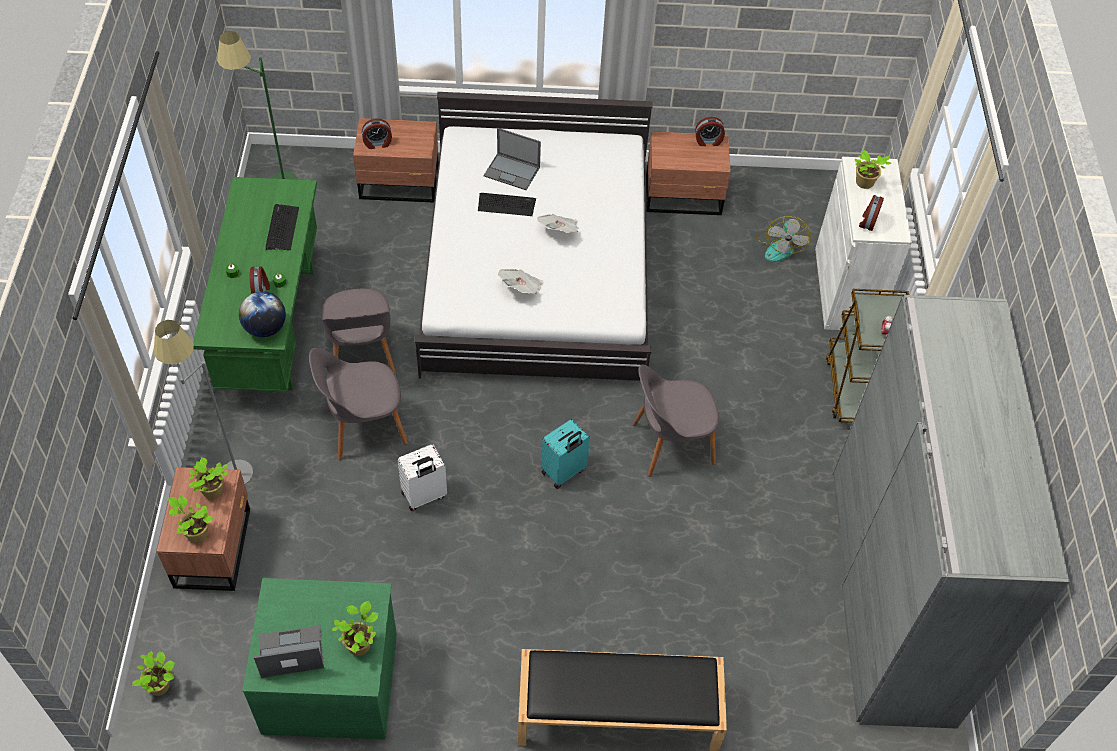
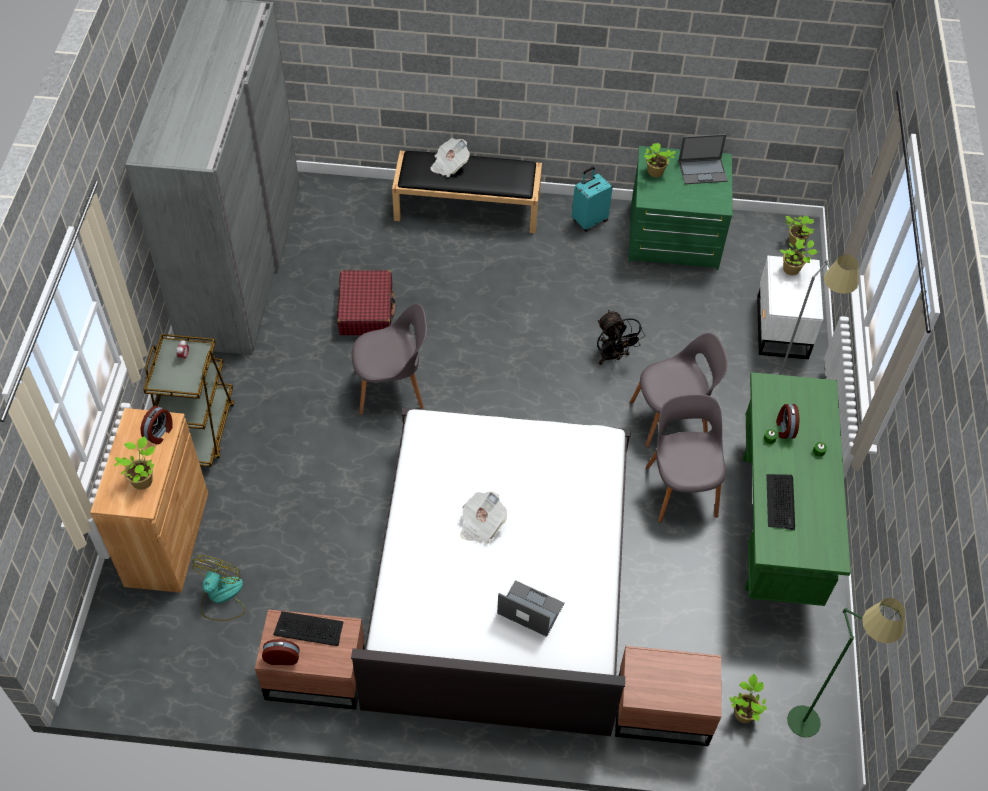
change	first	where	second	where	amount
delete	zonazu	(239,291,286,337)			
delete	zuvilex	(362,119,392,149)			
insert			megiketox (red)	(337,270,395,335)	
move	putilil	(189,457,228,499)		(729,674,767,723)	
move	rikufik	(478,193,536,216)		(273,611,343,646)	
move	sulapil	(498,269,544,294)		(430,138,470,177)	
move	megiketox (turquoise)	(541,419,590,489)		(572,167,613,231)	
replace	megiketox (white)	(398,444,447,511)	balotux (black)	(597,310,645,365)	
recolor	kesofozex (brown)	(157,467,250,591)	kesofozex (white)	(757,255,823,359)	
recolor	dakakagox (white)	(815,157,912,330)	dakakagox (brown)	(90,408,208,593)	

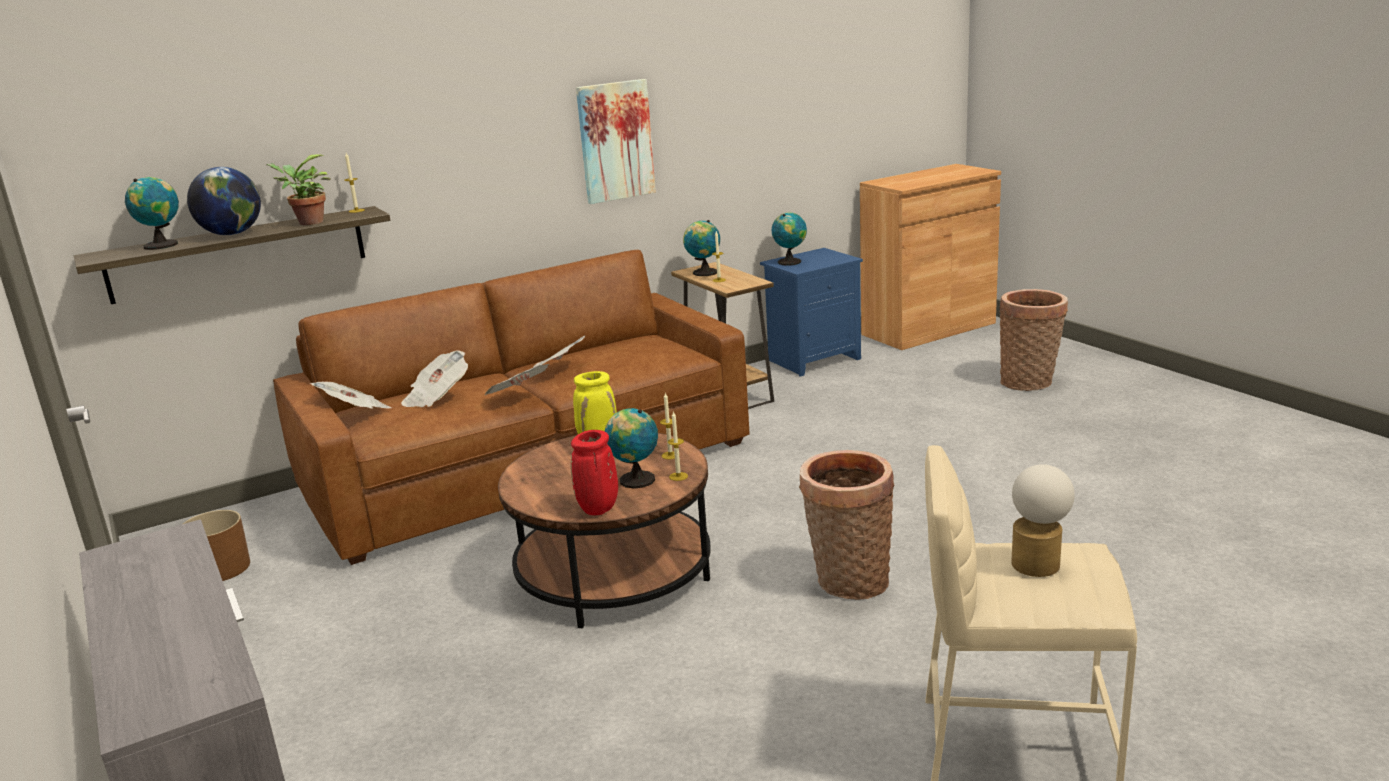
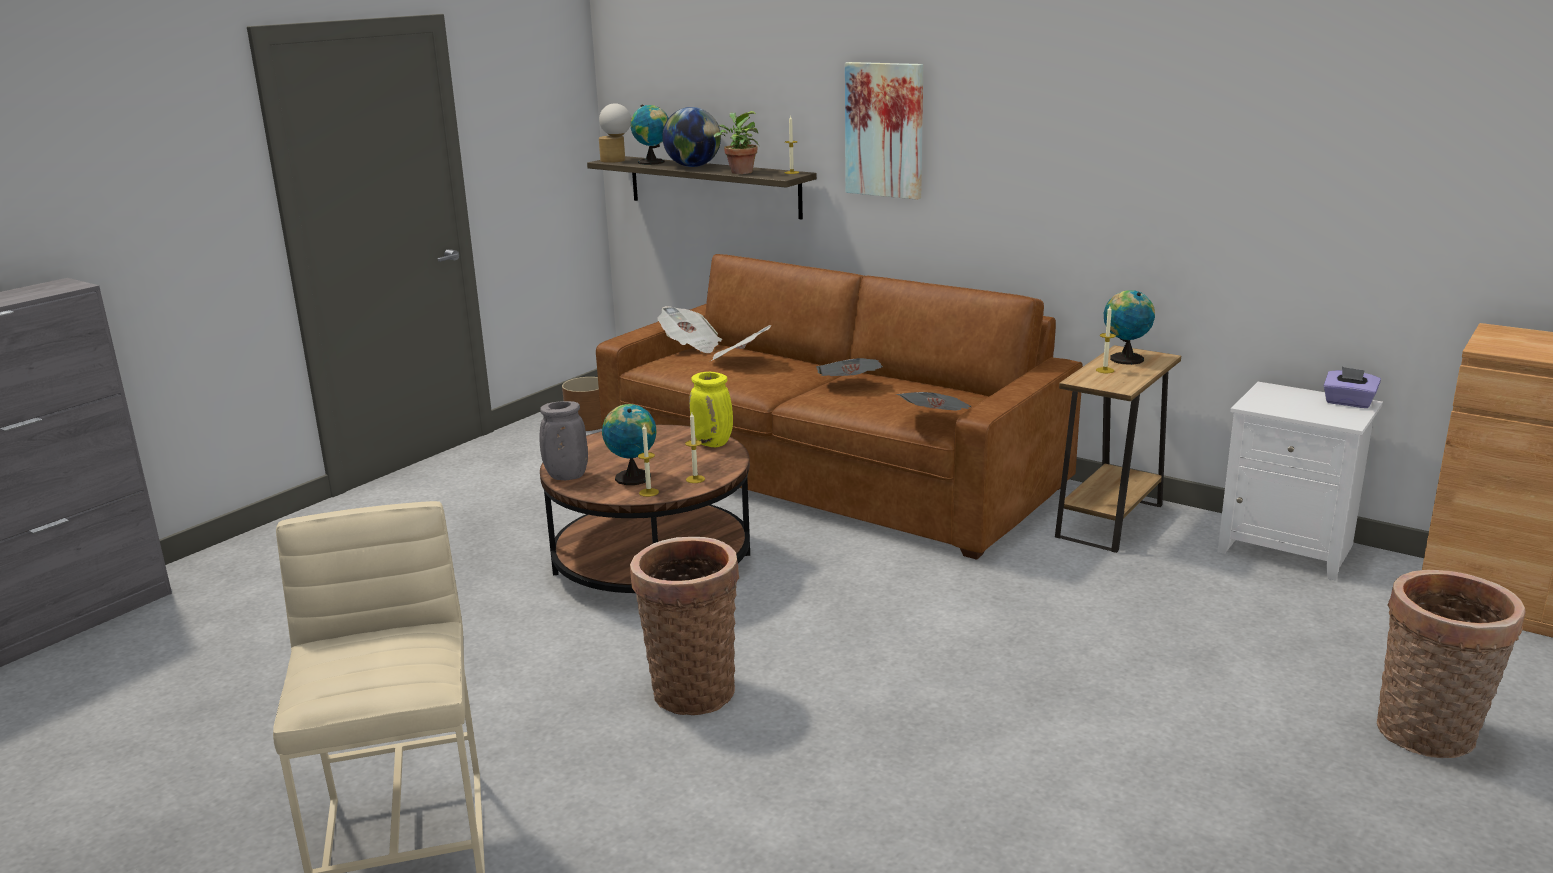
change	first	where	second	where	amount
delete	zonazu	(772,213,807,266)			
insert			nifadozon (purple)	(1323,367,1381,408)	
move	sulapil	(485,364,549,395)		(896,392,971,410)	
move	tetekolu	(576,79,656,204)		(845,62,923,200)	
move	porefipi	(1011,464,1075,577)		(599,103,631,163)	
recolor	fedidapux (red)	(570,430,618,515)	fedidapux (grey)	(539,401,588,480)	
recolor	kesofozex (blue)	(760,248,863,377)	kesofozex (white)	(1218,382,1383,581)	

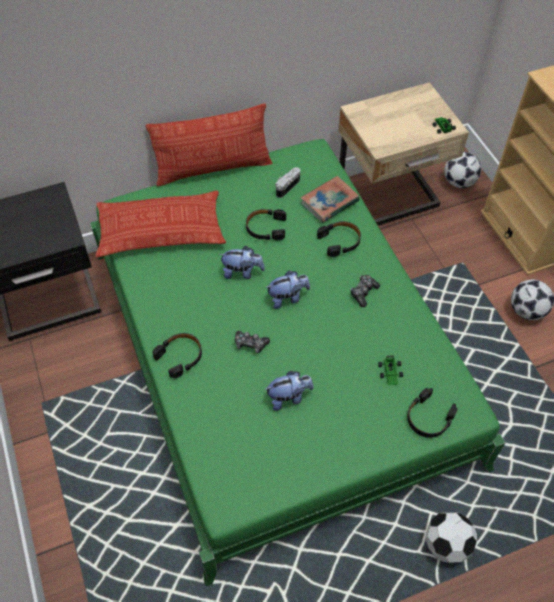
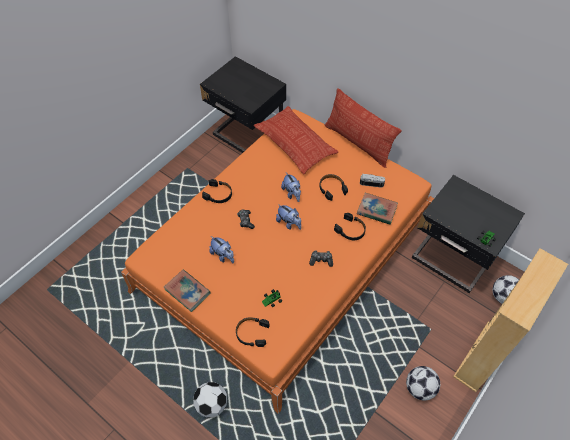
change	first	where	second	where	amount
insert			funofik	(164,270,211,312)	
recolor	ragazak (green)	(90,139,506,586)	ragazak (orange)	(121,109,434,414)	
recolor	kesofozex (beige)	(338,82,469,225)	kesofozex (black)	(412,175,525,293)	

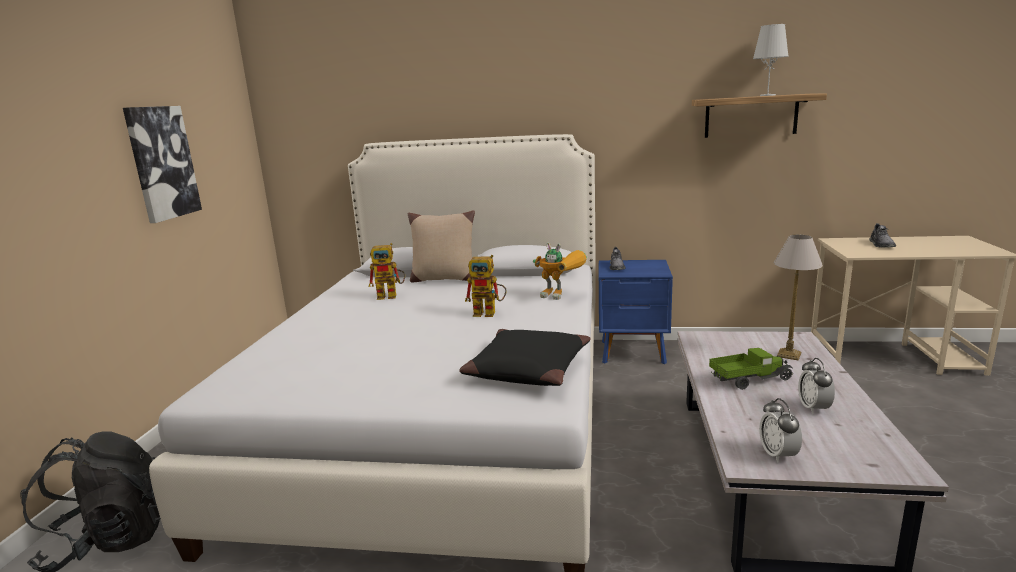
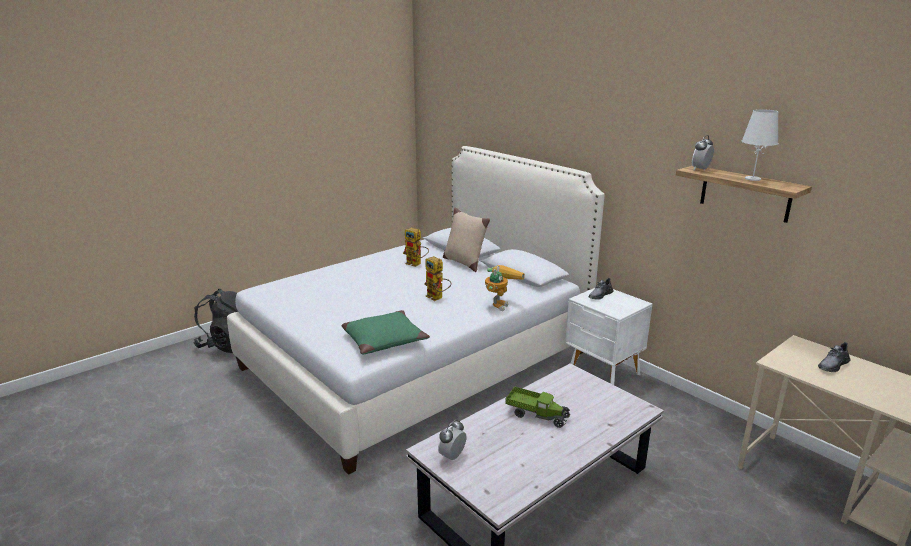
change	first	where	second	where	amount
delete	tetekolu	(123,106,202,223)			
delete	porefipi	(774,235,823,361)			
move	zuvilex	(798,358,835,414)		(692,135,714,170)	
recolor	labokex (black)	(459,329,591,386)	labokex (green)	(342,310,430,355)	
recolor	kesofozex (blue)	(599,260,673,364)	kesofozex (white)	(565,288,653,385)	
rotate	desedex	(533,243,587,300)		(485,265,525,311)	135 degrees counterclockwise

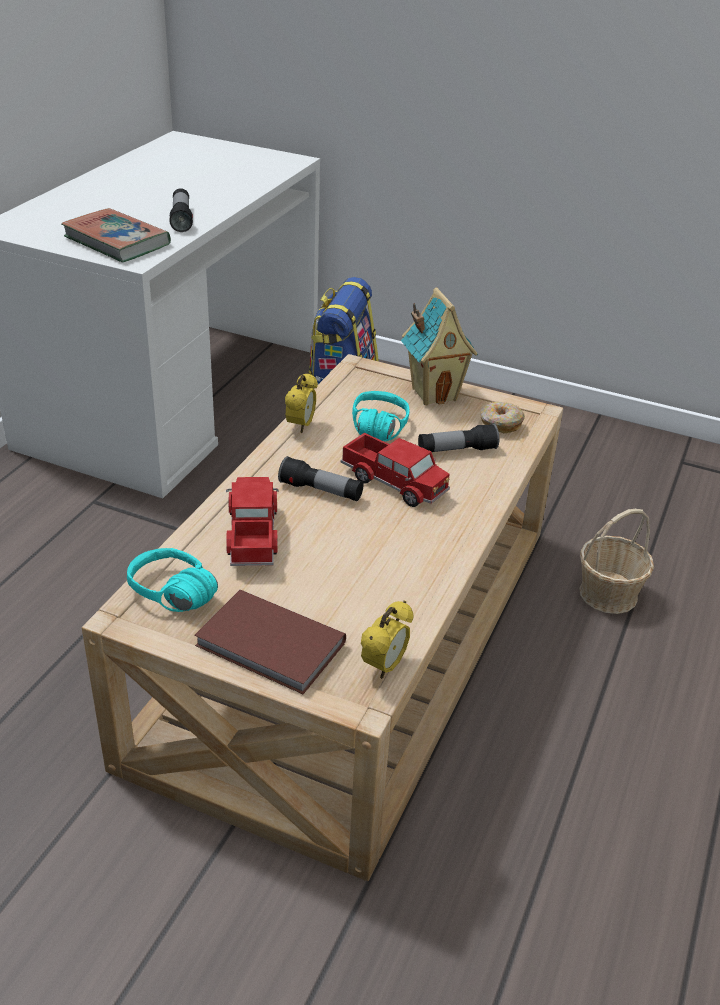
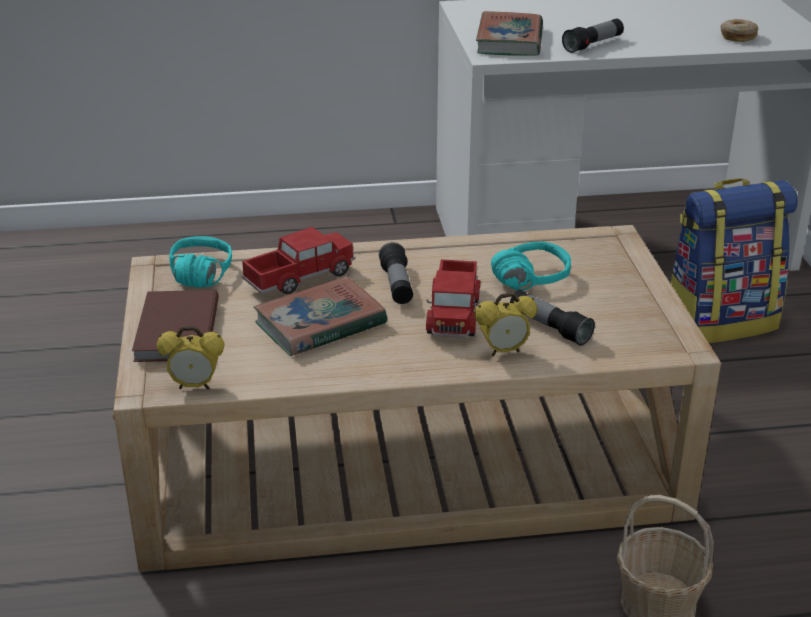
change	first	where	second	where	amount
delete	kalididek	(401,287,478,406)			
insert			funofik	(254,276,387,356)	
move	zuvilex	(285,373,318,433)		(474,292,537,356)	
move	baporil	(480,402,525,433)		(720,19,758,42)	

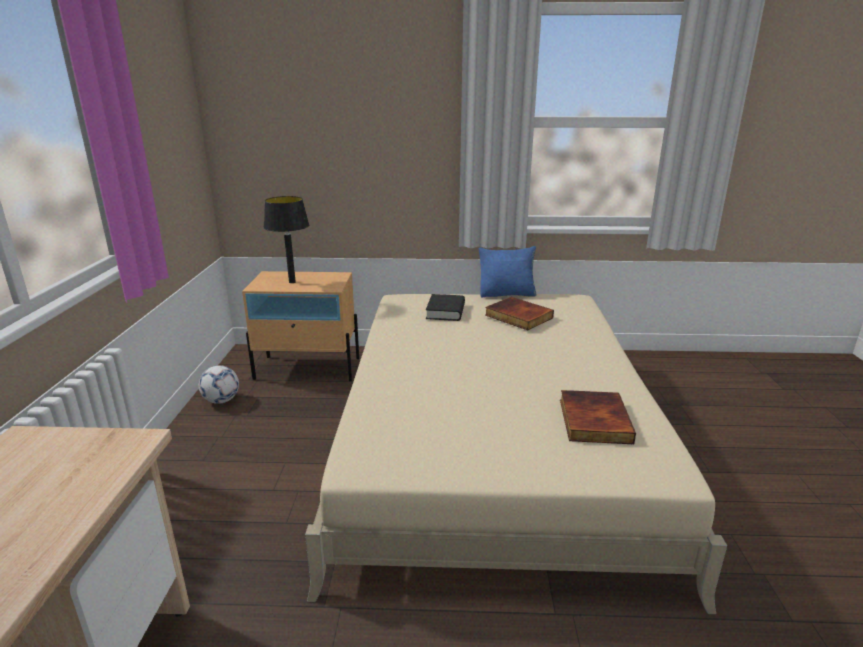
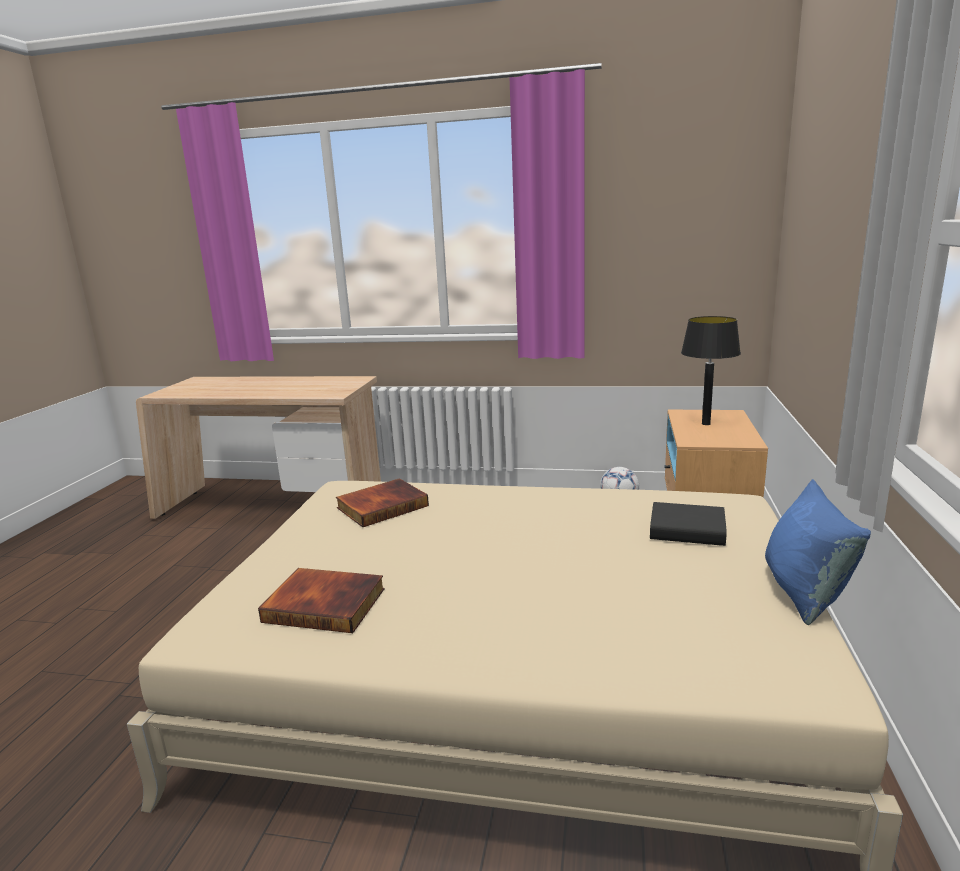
change	first	where	second	where	amount
move	funofik	(485,297,554,330)		(336,478,429,527)	

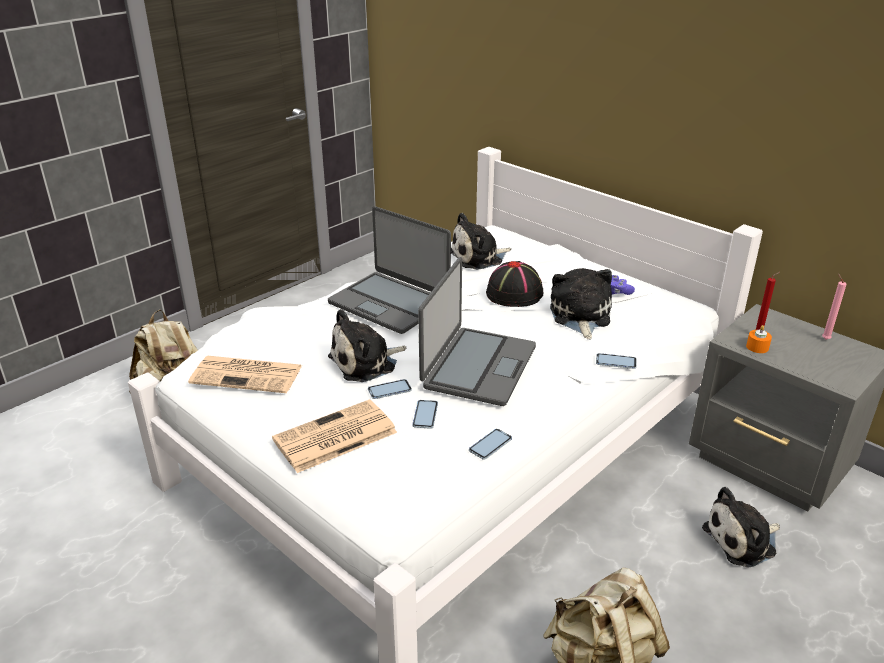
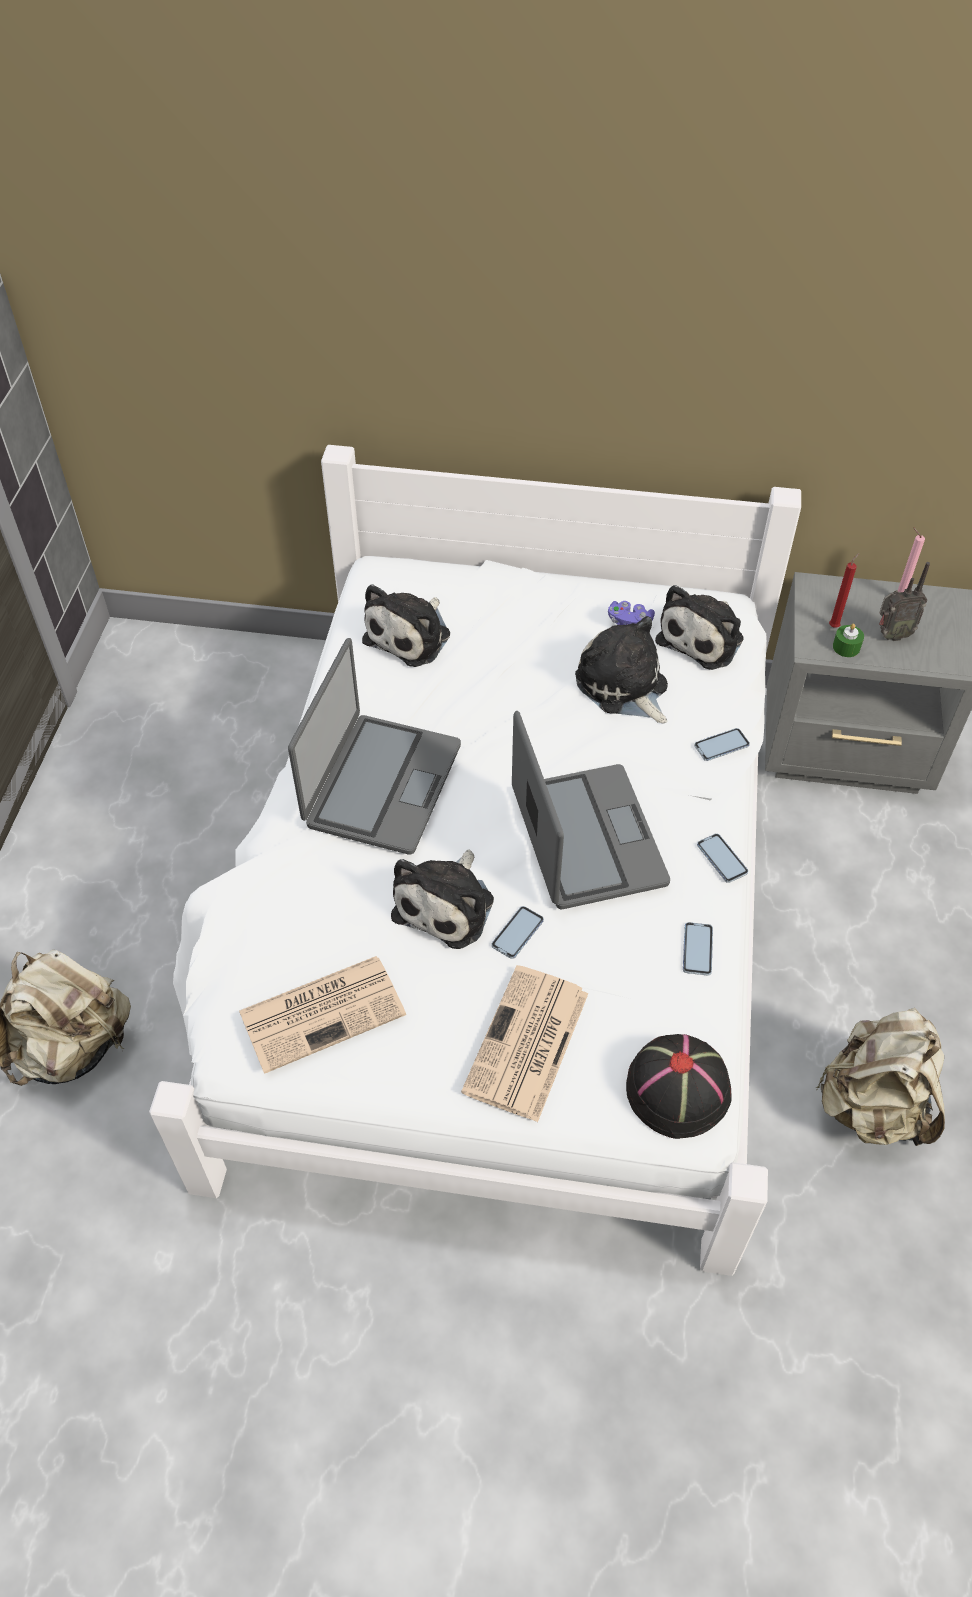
change	first	where	second	where	amount
insert			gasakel	(879,562,930,641)	
move	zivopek	(412,400,438,429)		(697,833,748,883)	
move	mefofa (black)	(486,261,544,307)		(626,1034,731,1139)	
move	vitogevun	(702,487,780,567)		(655,585,744,670)	
recolor	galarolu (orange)	(746,325,772,353)	galarolu (green)	(833,623,864,657)	
rotate	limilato	(328,206,451,334)		(288,638,461,855)	75 degrees counterclockwise

